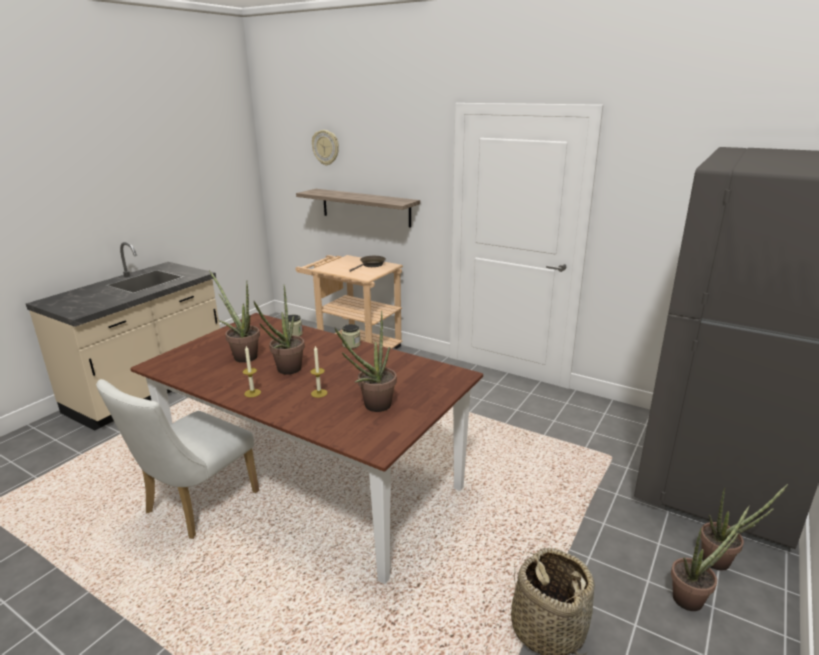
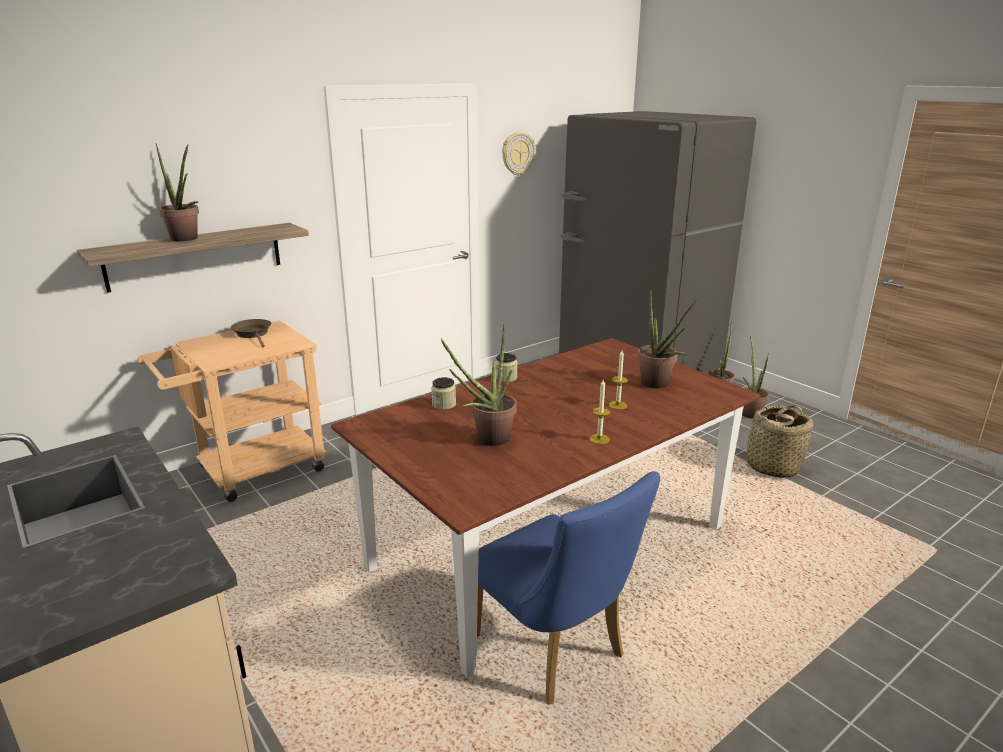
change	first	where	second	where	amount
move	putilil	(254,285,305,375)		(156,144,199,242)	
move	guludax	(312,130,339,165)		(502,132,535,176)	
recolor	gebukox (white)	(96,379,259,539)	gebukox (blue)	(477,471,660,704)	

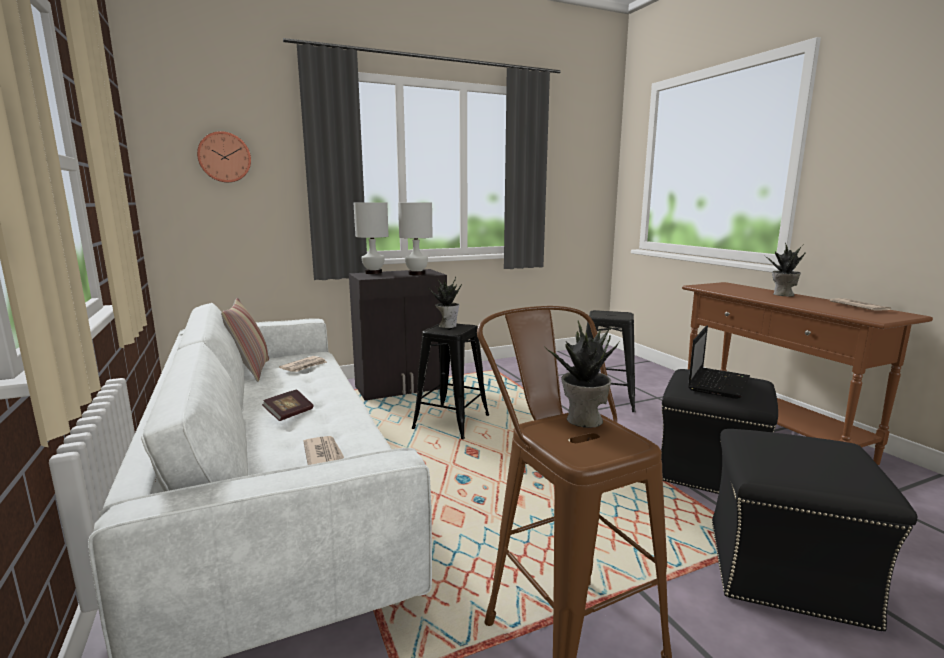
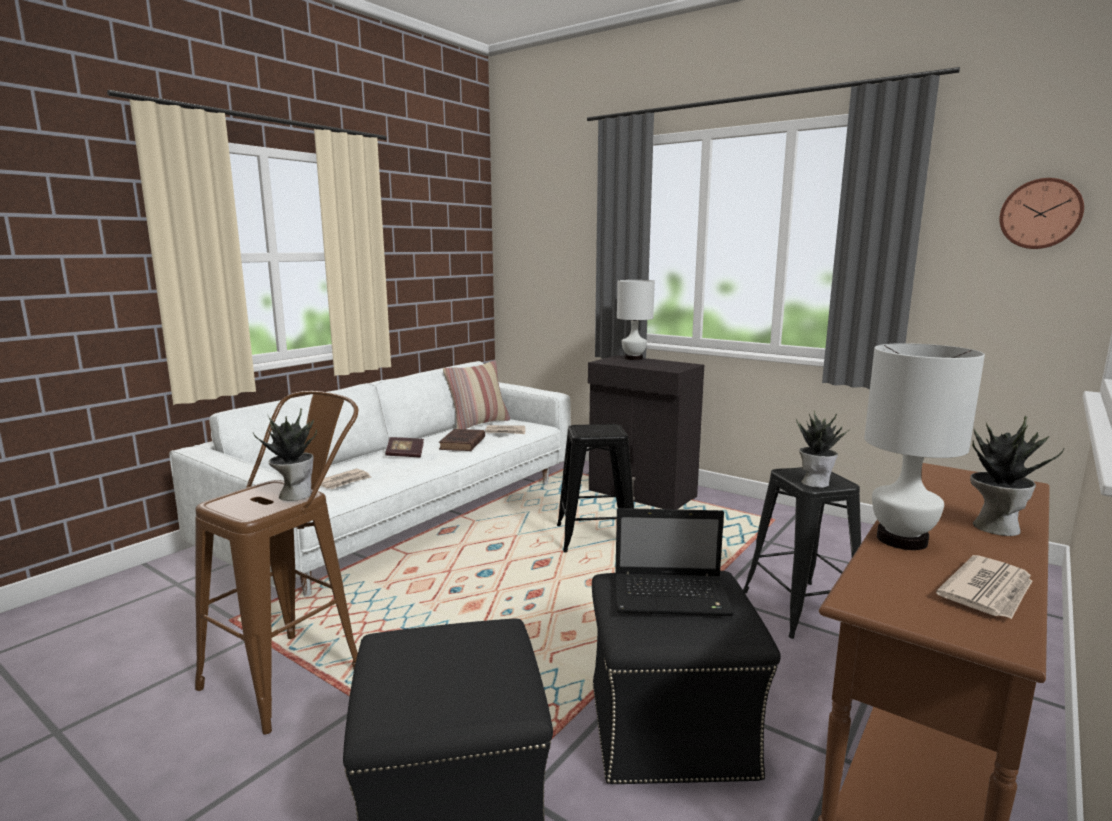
change	first	where	second	where	amount
insert			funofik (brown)	(439,429,485,451)	
move	guludax	(197,131,251,183)		(999,178,1084,249)	
move	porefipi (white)	(398,202,433,275)		(864,343,985,550)	
move	putilil	(428,277,462,328)		(796,410,850,488)	

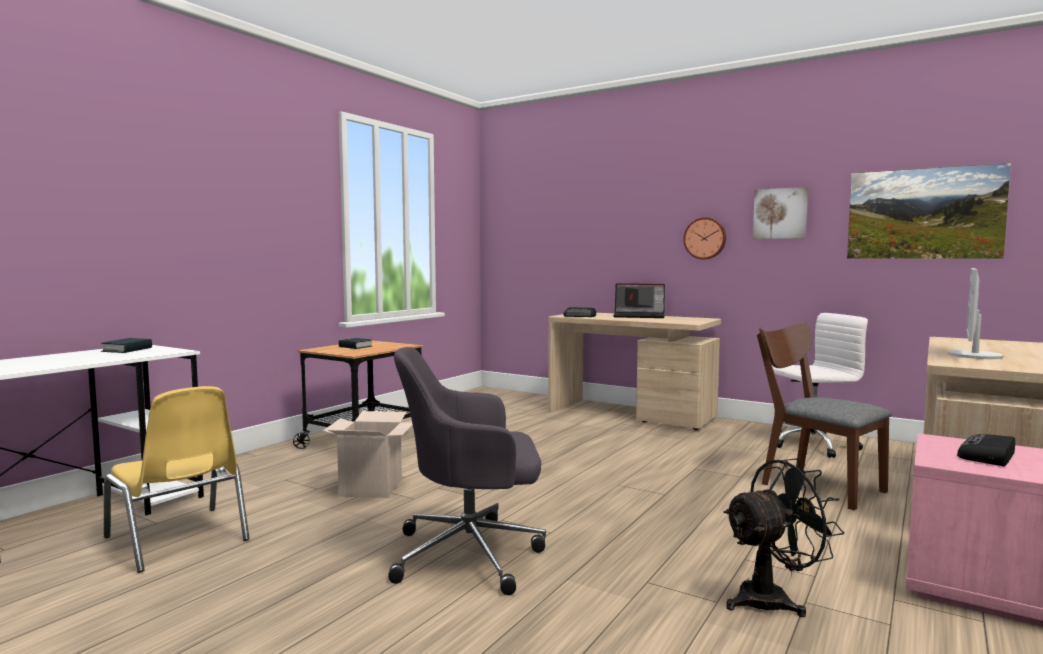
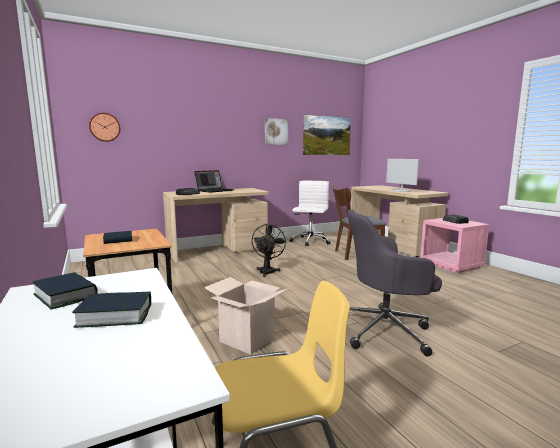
change	first	where	second	where	amount
insert			funofik	(72,292,151,328)	
move	guludax	(683,217,726,259)		(89,113,120,142)	
move	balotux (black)	(723,458,844,617)		(252,224,287,277)	
rotate	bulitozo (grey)	(388,347,546,595)		(348,209,442,357)	60 degrees clockwise

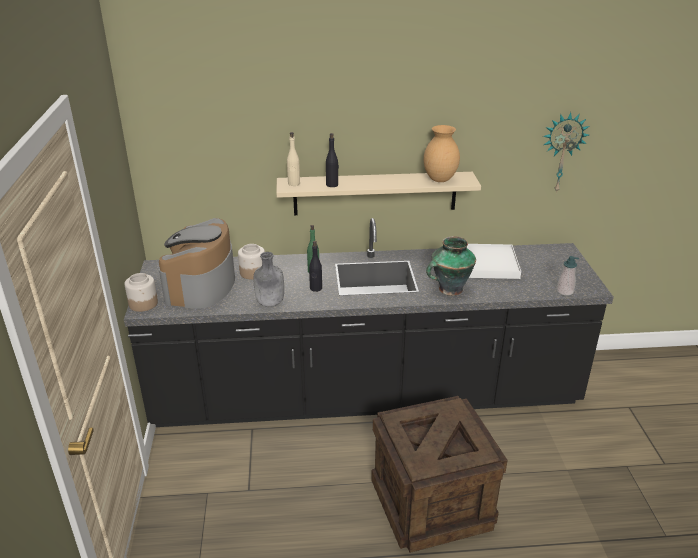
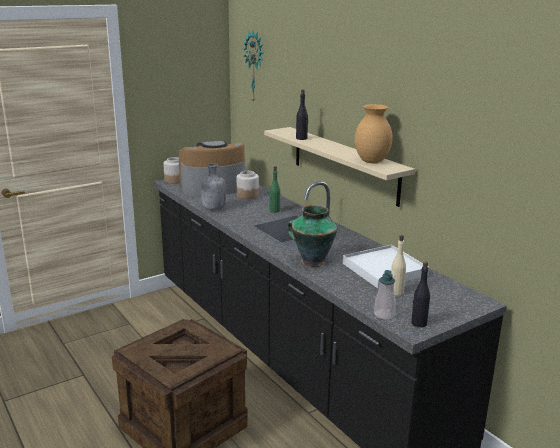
change	first	where	second	where	amount
move	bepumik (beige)	(287,132,300,186)		(391,235,406,296)	
move	bepumik (black)	(309,241,322,292)		(411,261,430,327)	
move	guludax	(543,112,590,194)		(243,31,264,102)	

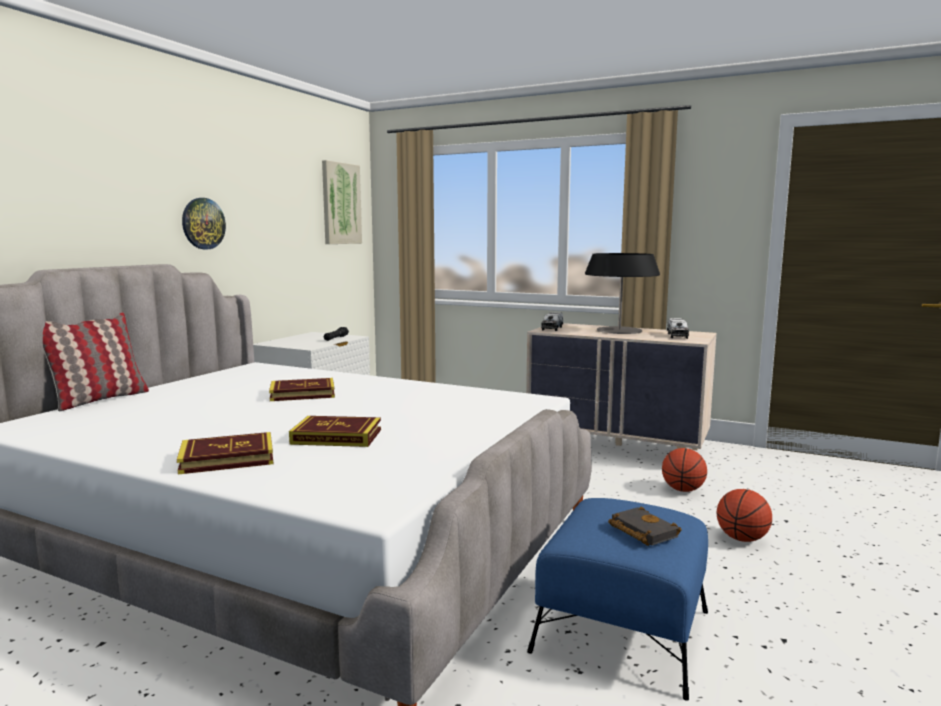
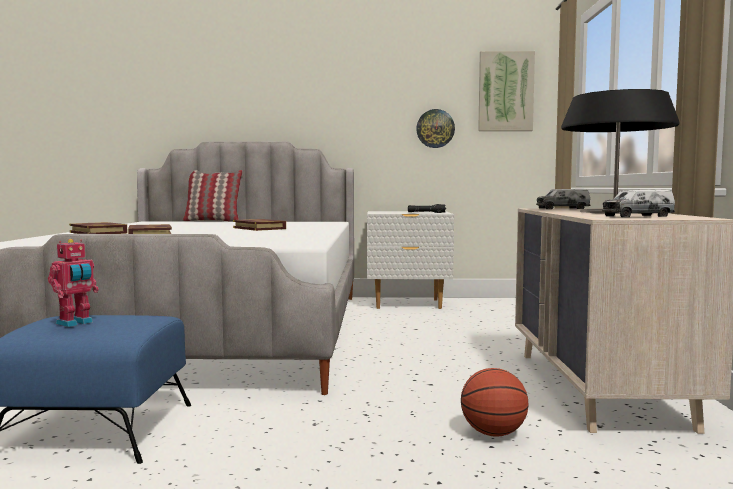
change	first	where	second	where	amount
delete	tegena	(717,489,772,542)			
move	guludax	(182,198,226,249)		(416,109,455,148)	
replace	funofik (black)	(608,506,682,546)	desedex	(48,239,99,327)	

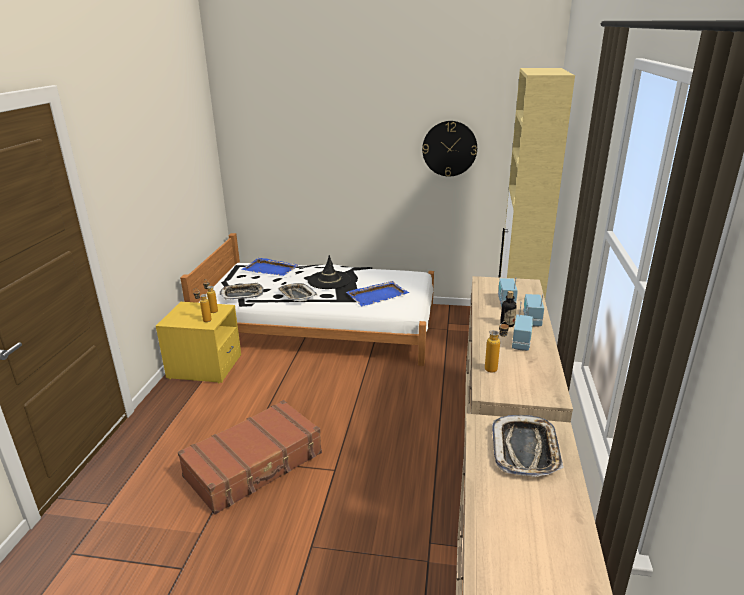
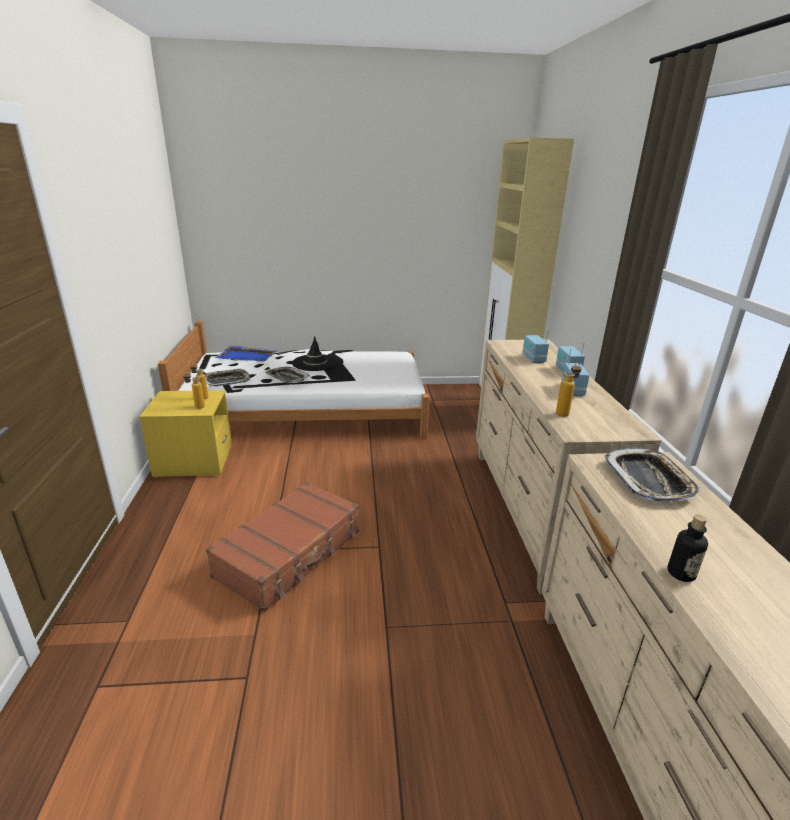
change	first	where	second	where	amount
delete	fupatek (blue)	(346,281,409,306)			
delete	guludax	(422,121,477,177)			
move	bepumik	(500,291,517,327)		(668,515,708,582)	

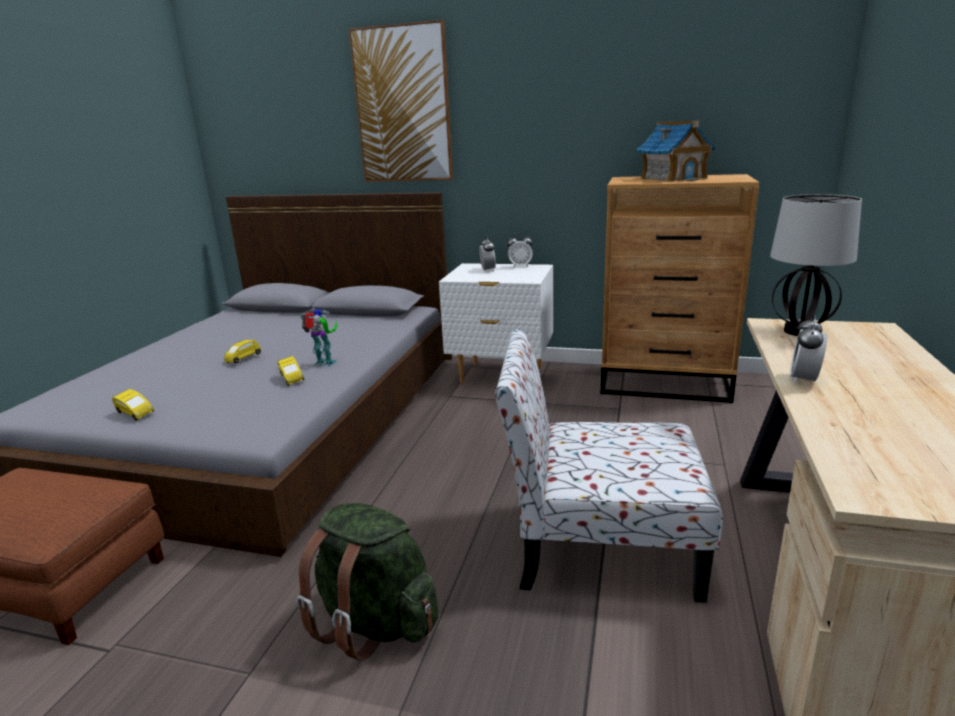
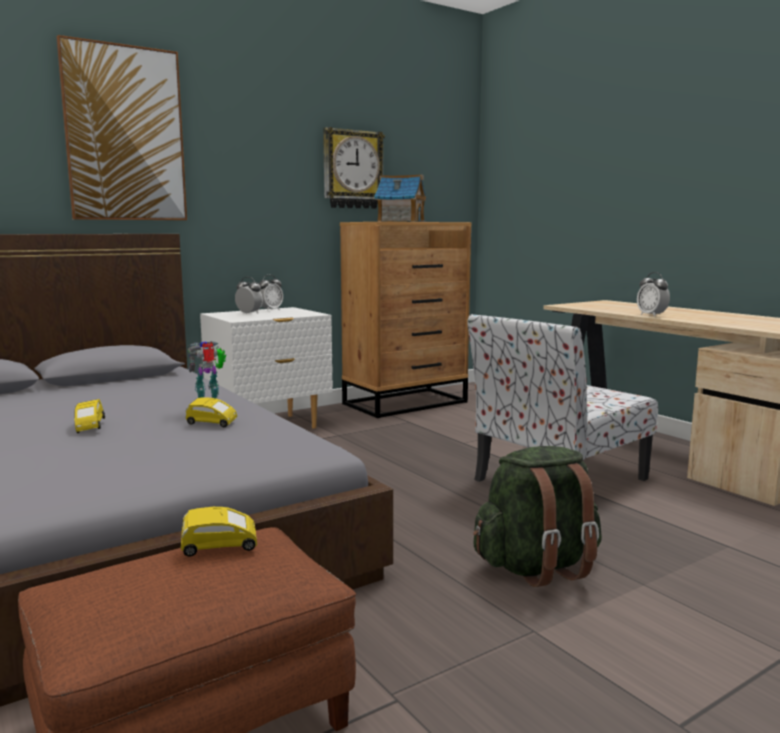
change	first	where	second	where	amount
delete	porefipi	(770,194,862,336)			
insert			guludax	(323,127,385,209)	
move	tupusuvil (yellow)	(112,389,154,421)		(181,507,257,557)	

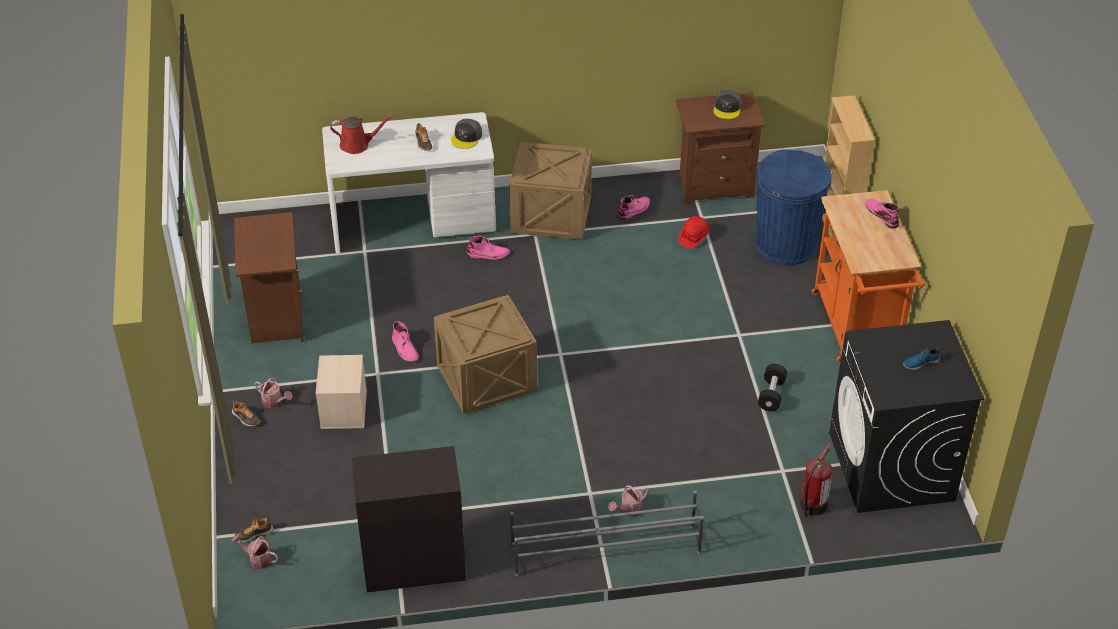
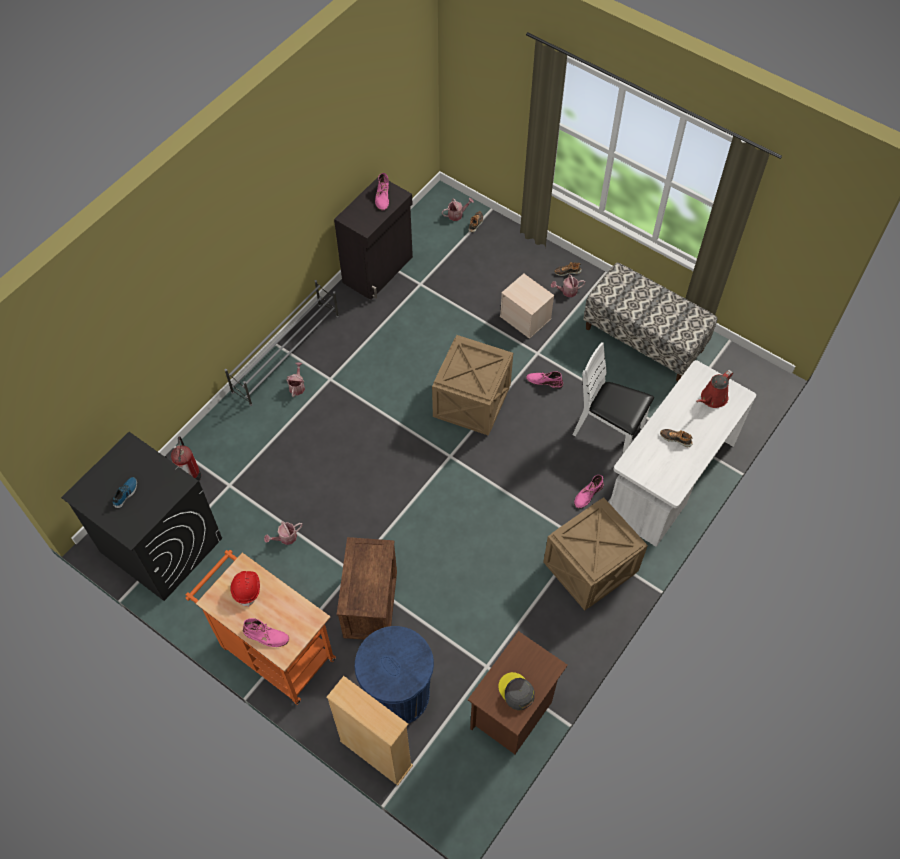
change	first	where	second	where	amount
delete	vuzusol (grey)	(451,119,482,149)			
insert			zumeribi	(337,537,397,640)	
insert			gebukox (white)	(573,342,654,453)	
move	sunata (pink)	(618,195,650,220)		(375,173,389,210)	
move	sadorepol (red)	(678,216,710,249)		(230,571,260,607)	
replace	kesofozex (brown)	(234,212,304,343)	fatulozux	(583,262,718,382)	
replace	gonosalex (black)	(758,364,787,411)	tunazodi	(264,521,303,545)	

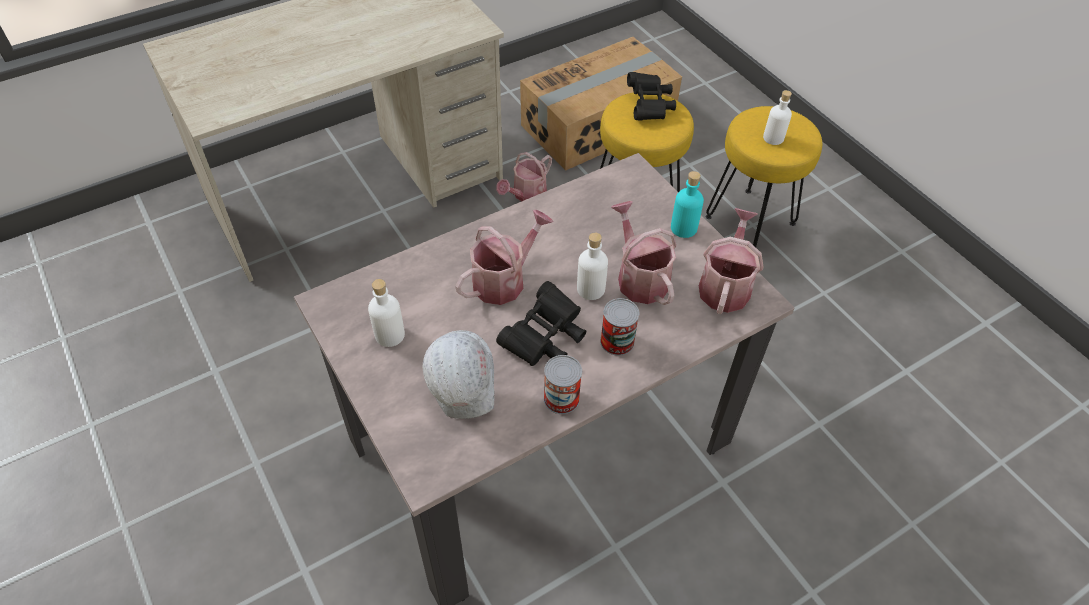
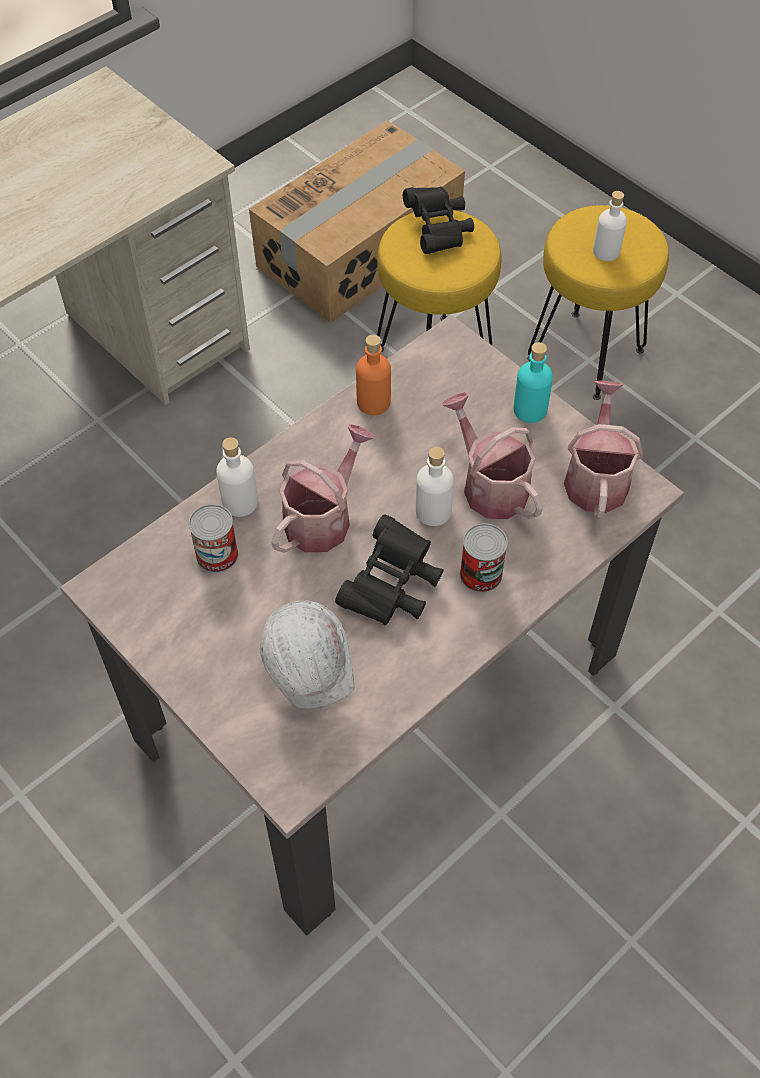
change	first	where	second	where	amount
delete	tunazodi	(496,152,552,201)			
insert			bepumik (orange)	(356,335,391,415)	
move	bepumik (white)	(368,279,405,347)		(216,437,258,517)	
move	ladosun	(543,355,582,414)		(189,504,238,573)	

